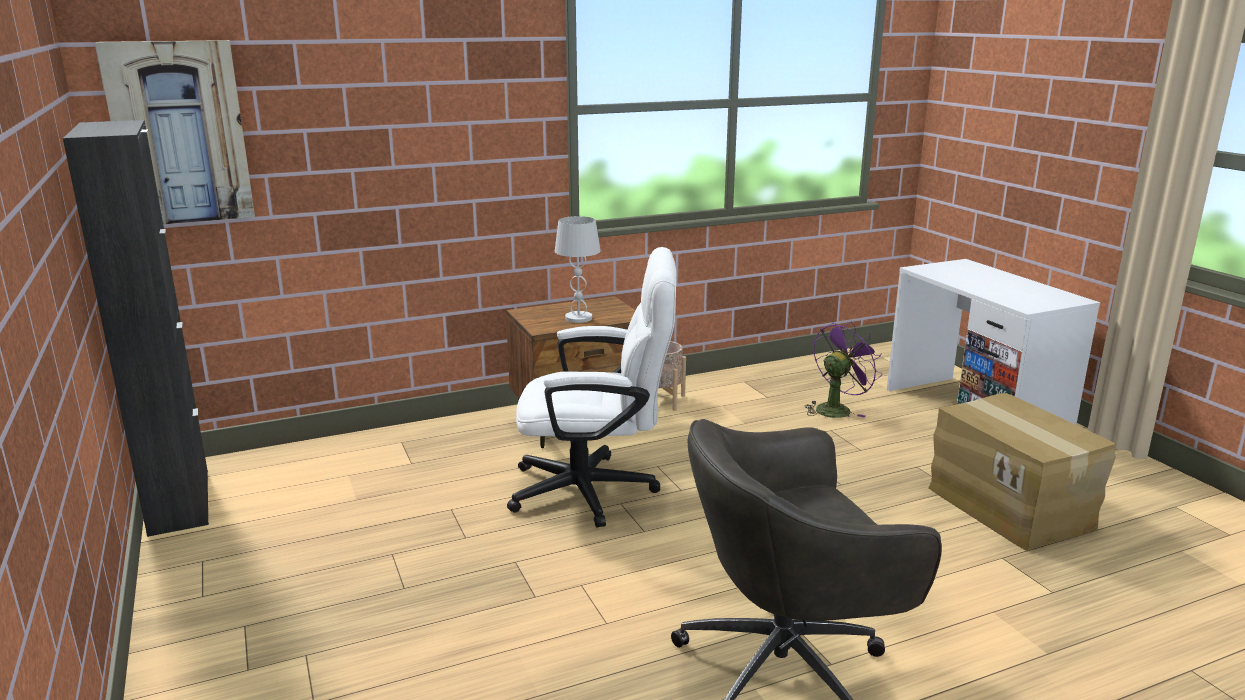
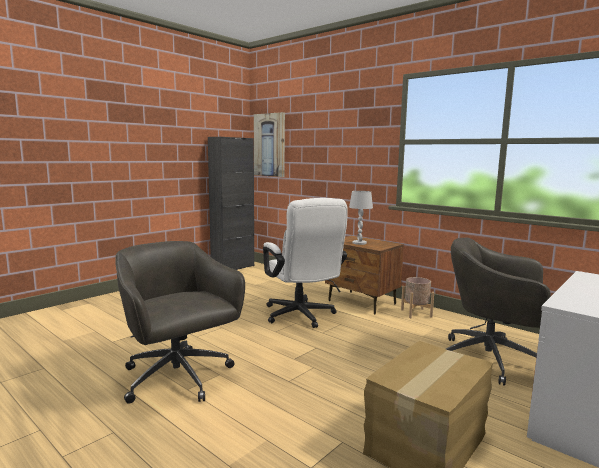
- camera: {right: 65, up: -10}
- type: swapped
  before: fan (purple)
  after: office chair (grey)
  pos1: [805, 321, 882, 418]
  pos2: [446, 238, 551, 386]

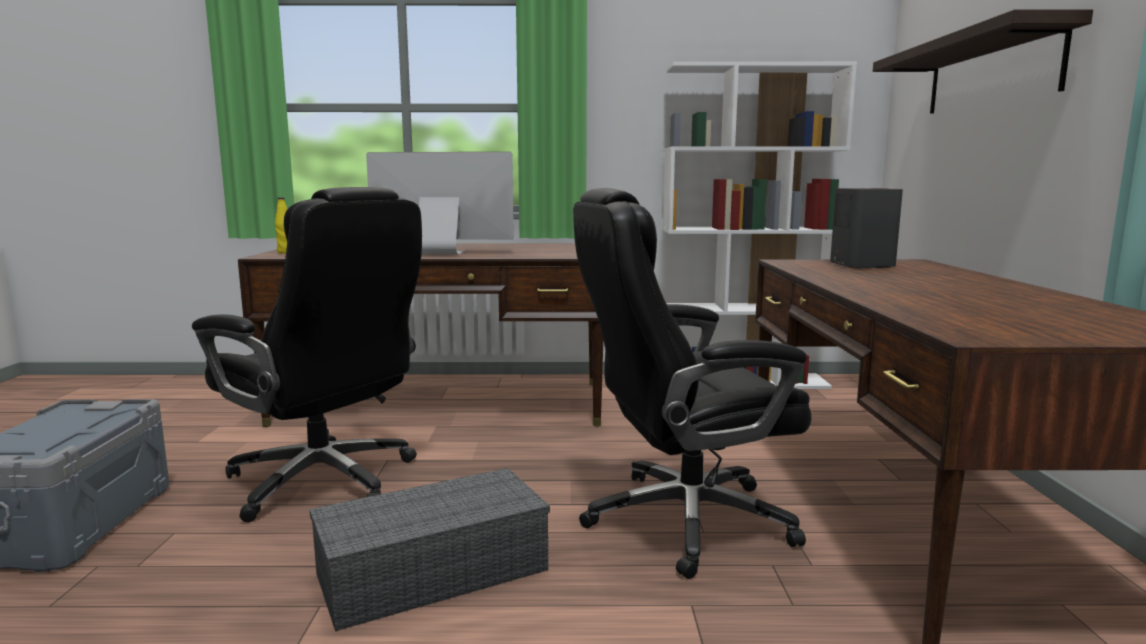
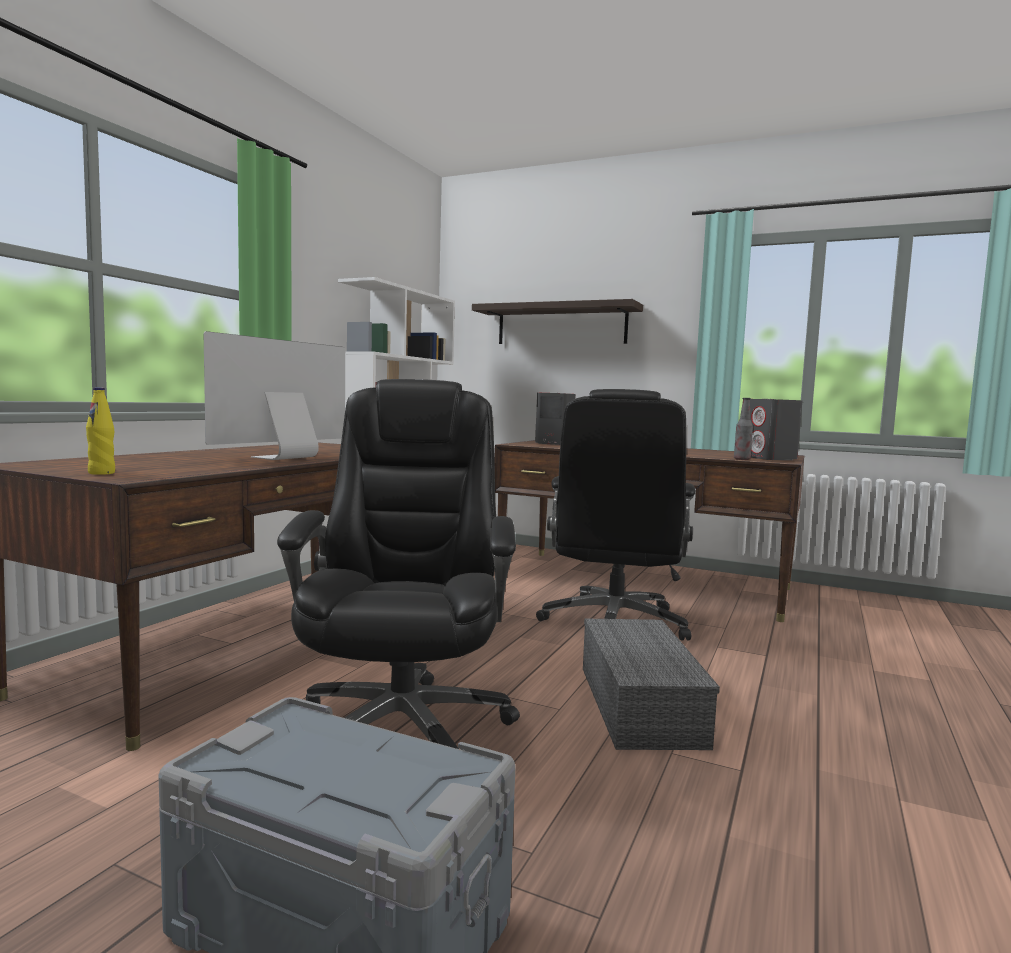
- camera: {right: -65, up: -5}
- type: rotated
  before: office chair (black)
  pos1: [192, 187, 422, 522]
  pos2: [277, 379, 520, 749]
  turn: -60
- type: new
  after: bottle
  pos2: [734, 398, 753, 460]
- type: new
  after: speaker (grey)
  pos2: [750, 399, 803, 460]

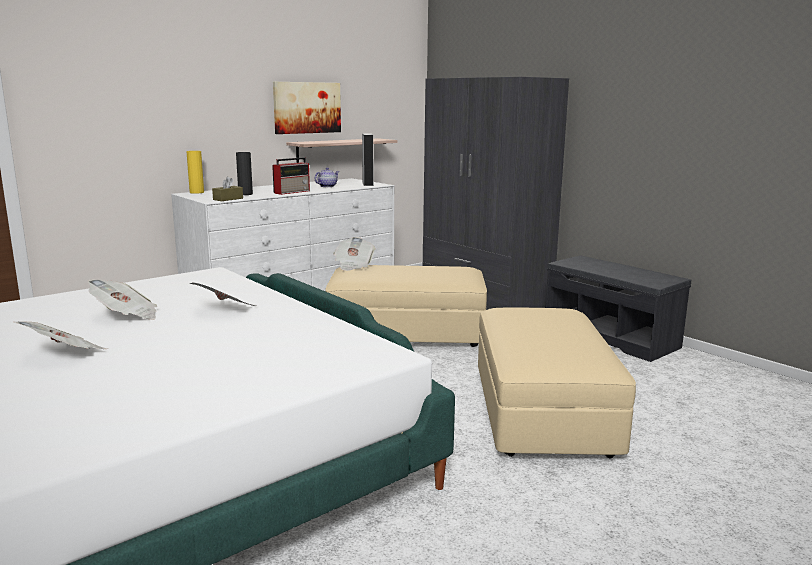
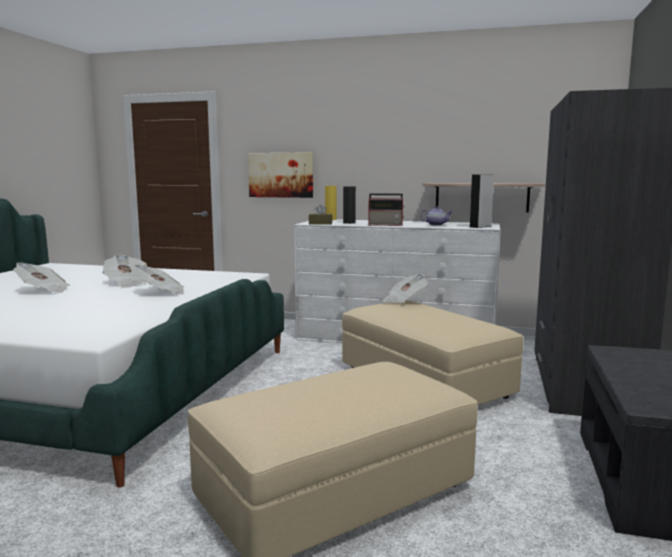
- camera: {right: 55, up: -5}
- type: shifted
  before: picture
  pos1: [273, 82, 341, 134]
  pos2: [248, 152, 313, 198]

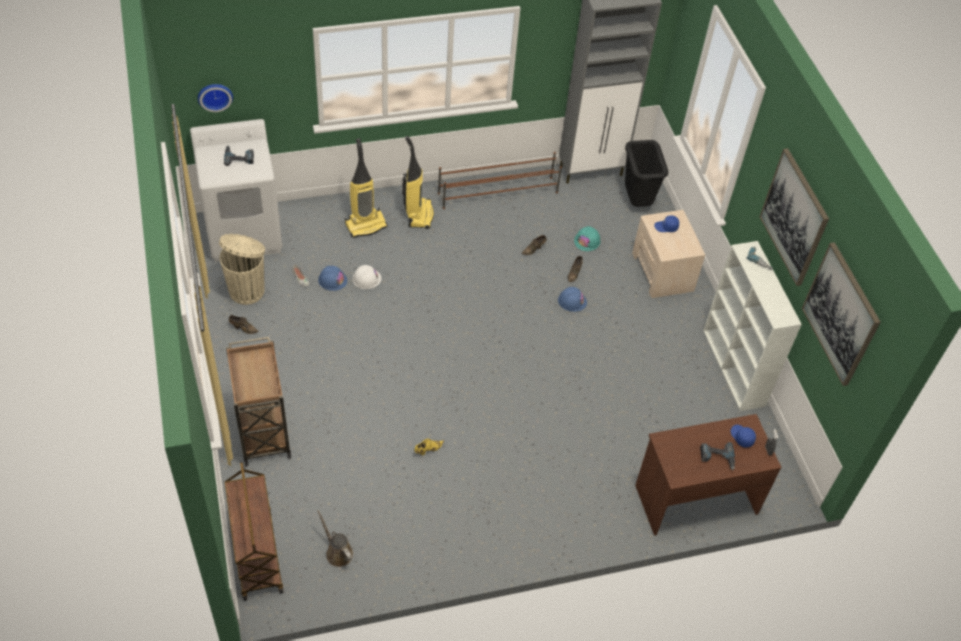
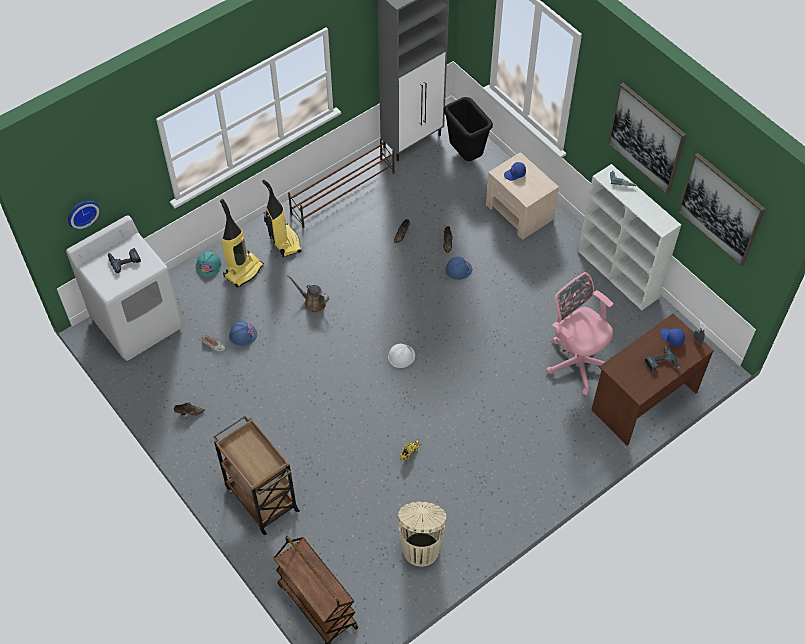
- camera: {right: -20, up: 5}
- type: shifted
  before: hard hat (turquoise)
  pos1: [574, 226, 600, 251]
  pos2: [196, 252, 221, 277]
- type: shifted
  before: watering can (brown)
  pos1: [317, 510, 353, 567]
  pos2: [288, 275, 329, 312]
- type: shifted
  before: hard hat (white)
  pos1: [353, 265, 382, 289]
  pos2: [388, 344, 415, 368]
- type: shifted
  before: trash can (beige)
  pos1: [219, 234, 265, 305]
  pos2: [398, 502, 446, 567]
- type: new
  after: office chair (pink)
  pos2: [546, 272, 614, 396]

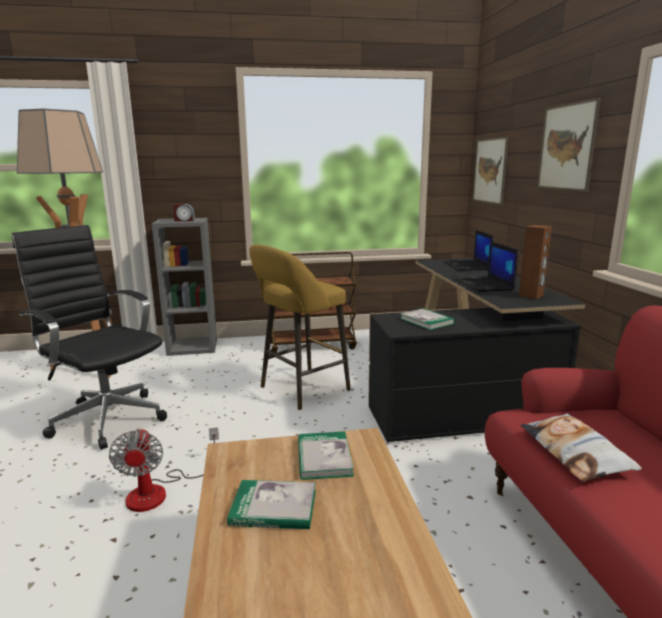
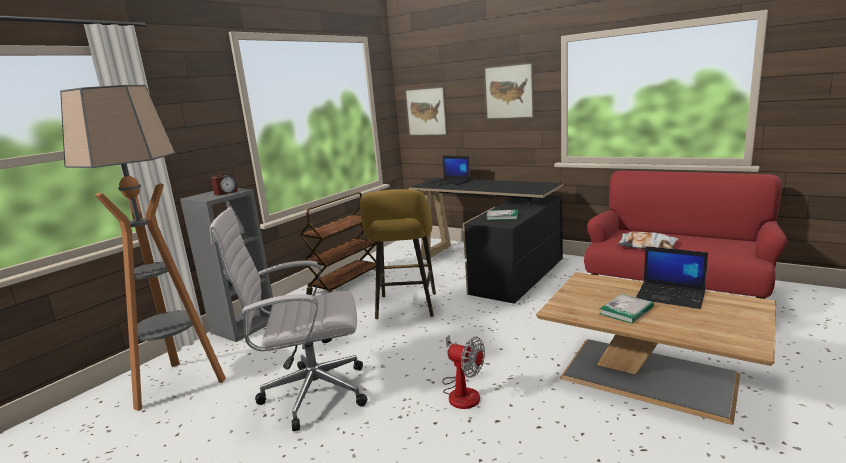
- camera: {right: -45, up: 0}
- type: repainted
  before: office chair (black)
  after: office chair (white)
  pos1: [12, 225, 167, 450]
  pos2: [210, 207, 367, 431]
- type: shifted
  before: laptop
  pos1: [454, 242, 518, 292]
  pos2: [636, 246, 708, 309]
- type: gone
  before: book
  pos1: [298, 432, 354, 480]
- type: gone
  before: speaker (brown)
  pos1: [519, 225, 552, 299]

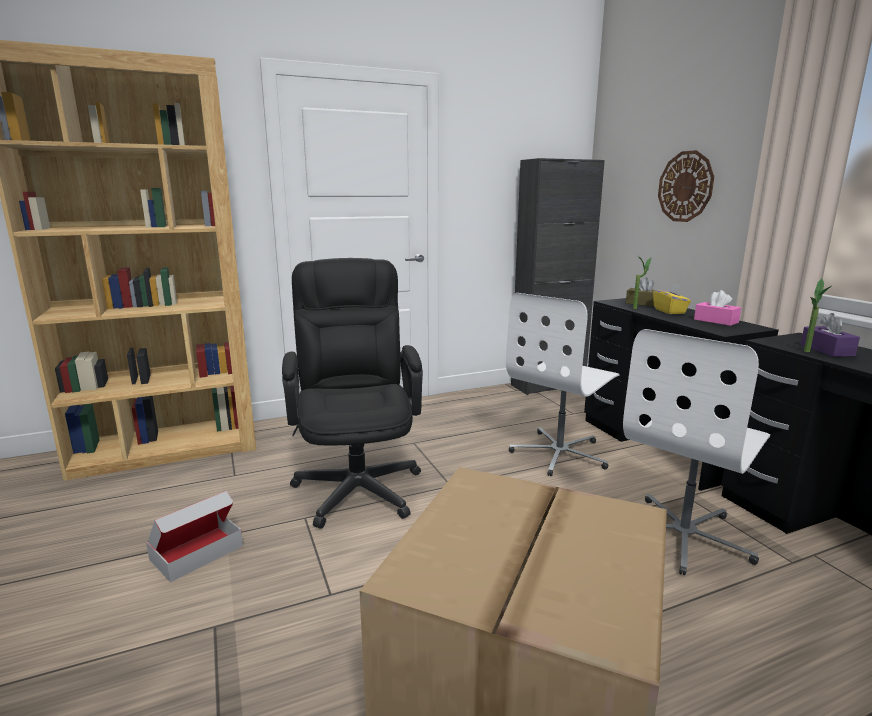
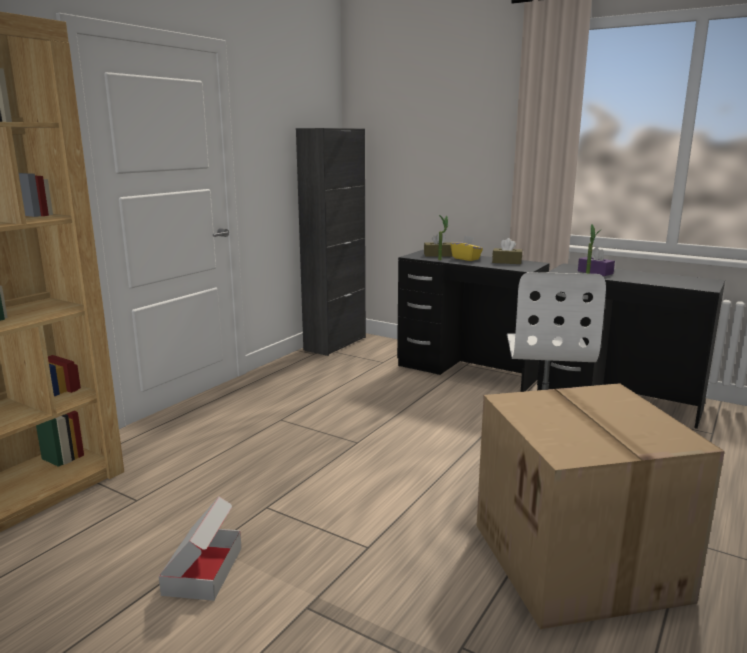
- camera: {right: -35, up: 0}
- type: repainted
  before: tissue box (pink)
  after: tissue box (brown)
  pos1: [694, 290, 741, 326]
  pos2: [492, 238, 522, 264]
- type: gone
  before: office chair (black)
  pos1: [282, 258, 423, 529]
- type: gone
  before: office chair (white)
  pos1: [506, 293, 620, 476]
- type: gone
  before: wall clock
  pos1: [658, 150, 714, 222]

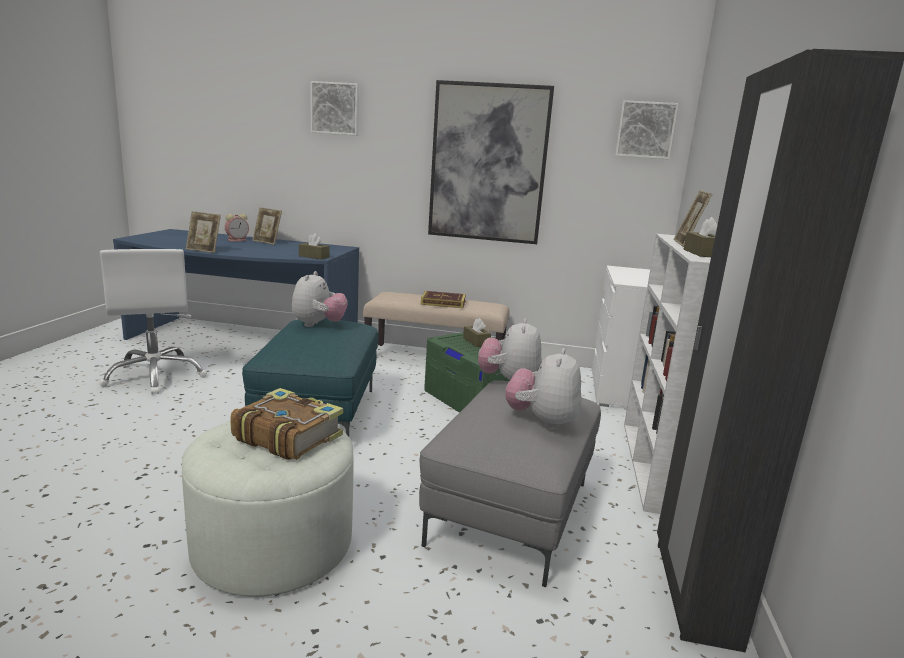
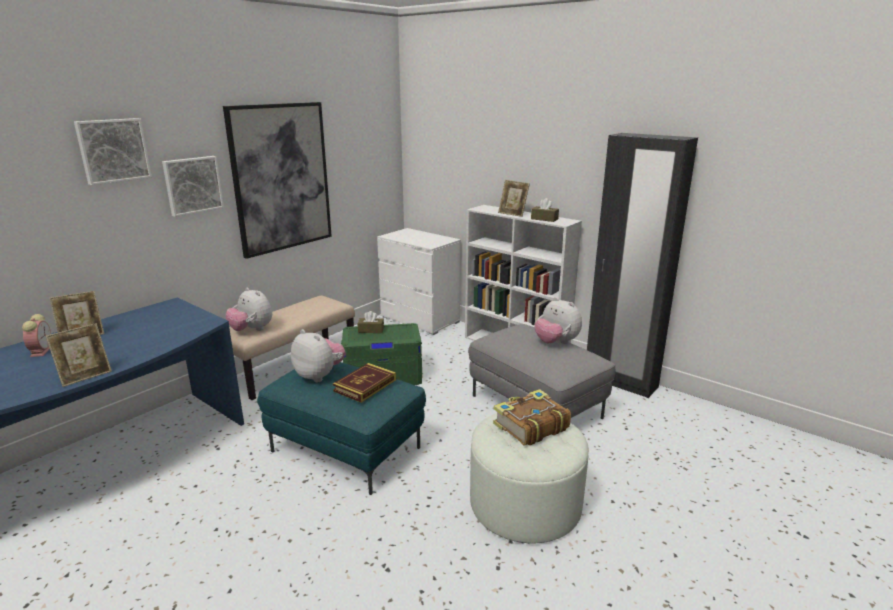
- camera: {right: -60, up: 5}
- type: shifted
  before: picture
  pos1: [615, 100, 679, 159]
  pos2: [162, 156, 224, 217]
- type: shifted
  before: plush toy
  pos1: [478, 318, 542, 380]
  pos2: [226, 288, 272, 331]
- type: shifted
  before: book
  pos1: [421, 291, 466, 308]
  pos2: [333, 363, 396, 403]
- type: gone
  before: office chair (white)
  pos1: [99, 249, 207, 394]
- type: gone
  before: tissue box (brown)
  pos1: [299, 234, 330, 259]

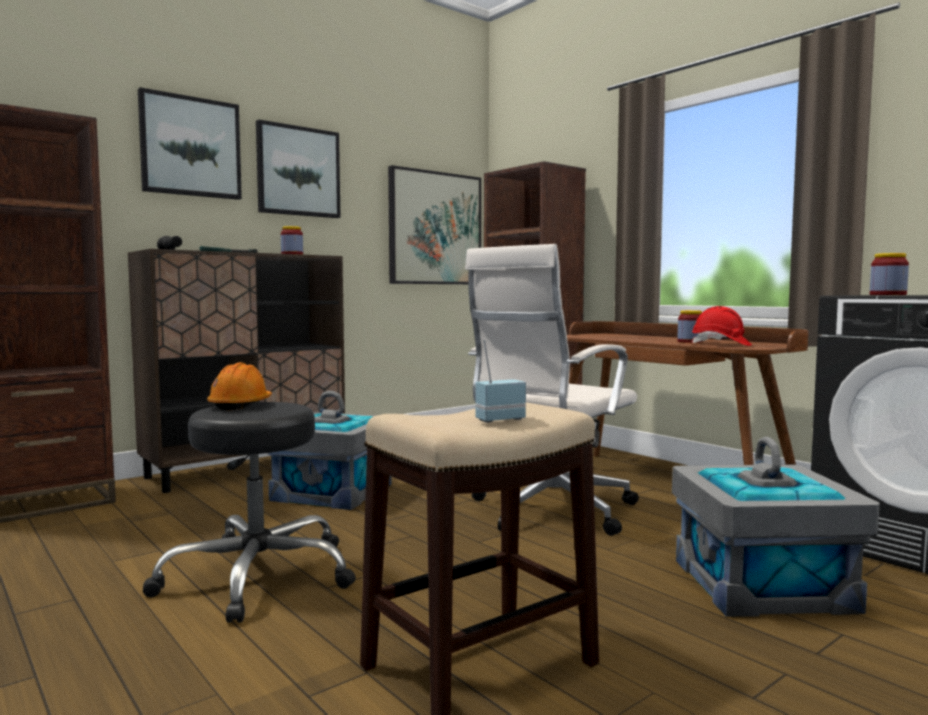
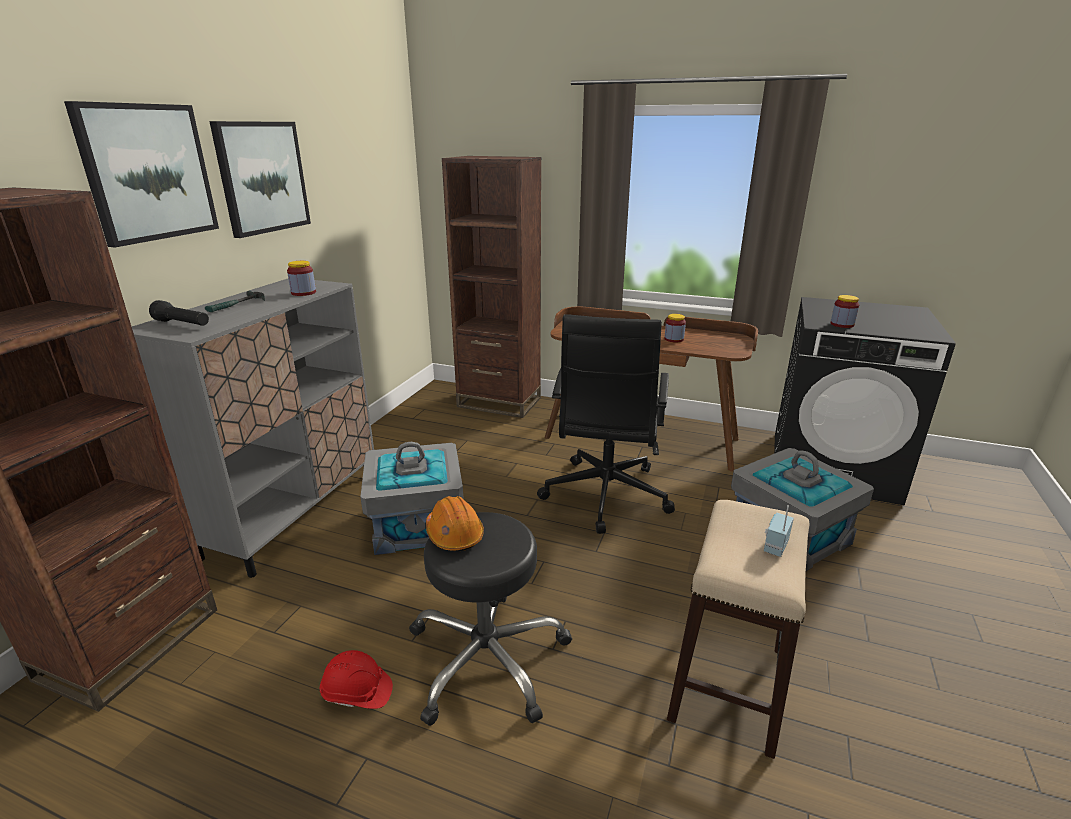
- camera: {right: -30, up: 20}
- type: repainted
  before: cabinet (brown)
  after: cabinet (grey)
  pos1: [128, 249, 345, 493]
  pos2: [132, 279, 374, 578]
- type: shifted
  before: hard hat (red)
  pos1: [692, 306, 752, 346]
  pos2: [320, 650, 393, 709]
- type: repainted
  before: office chair (white)
  after: office chair (black)
  pos1: [465, 244, 639, 536]
  pos2: [537, 314, 675, 534]
- type: gone
  before: picture
  pos1: [388, 165, 481, 284]

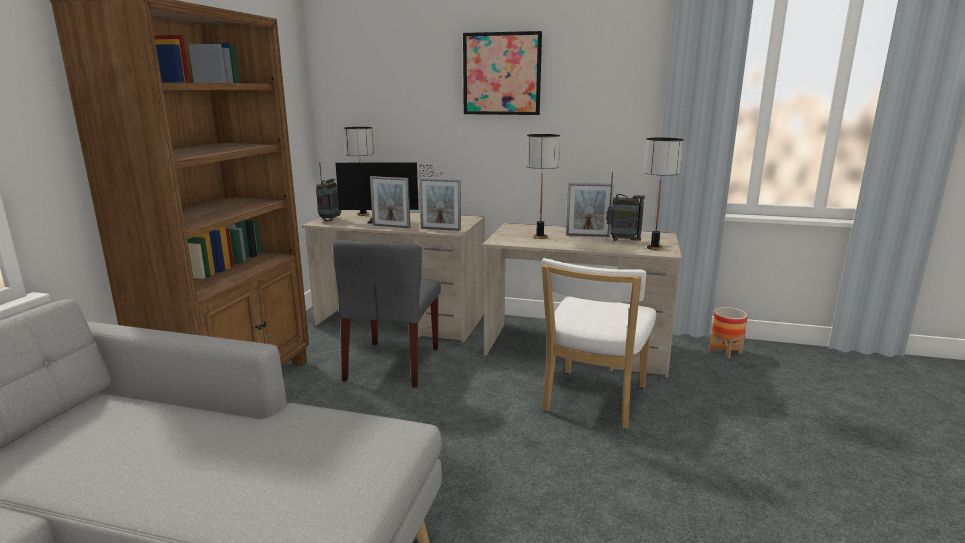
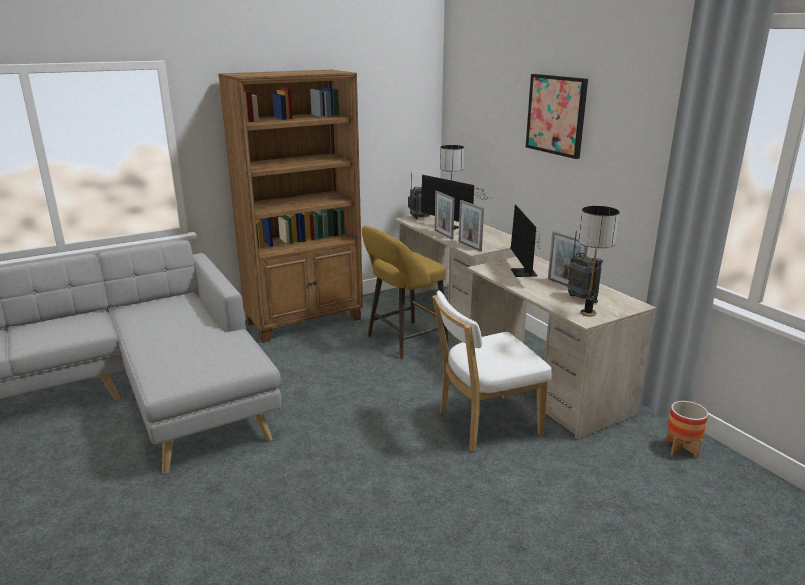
- camera: {right: 45, up: 5}
- type: swapped
  before: chair (grey)
  after: stool (yellow)
  pos1: [333, 240, 441, 388]
  pos2: [362, 226, 449, 359]
- type: swapped
  before: table lamp
  after: monitor
  pos1: [526, 134, 560, 239]
  pos2: [510, 204, 541, 277]

